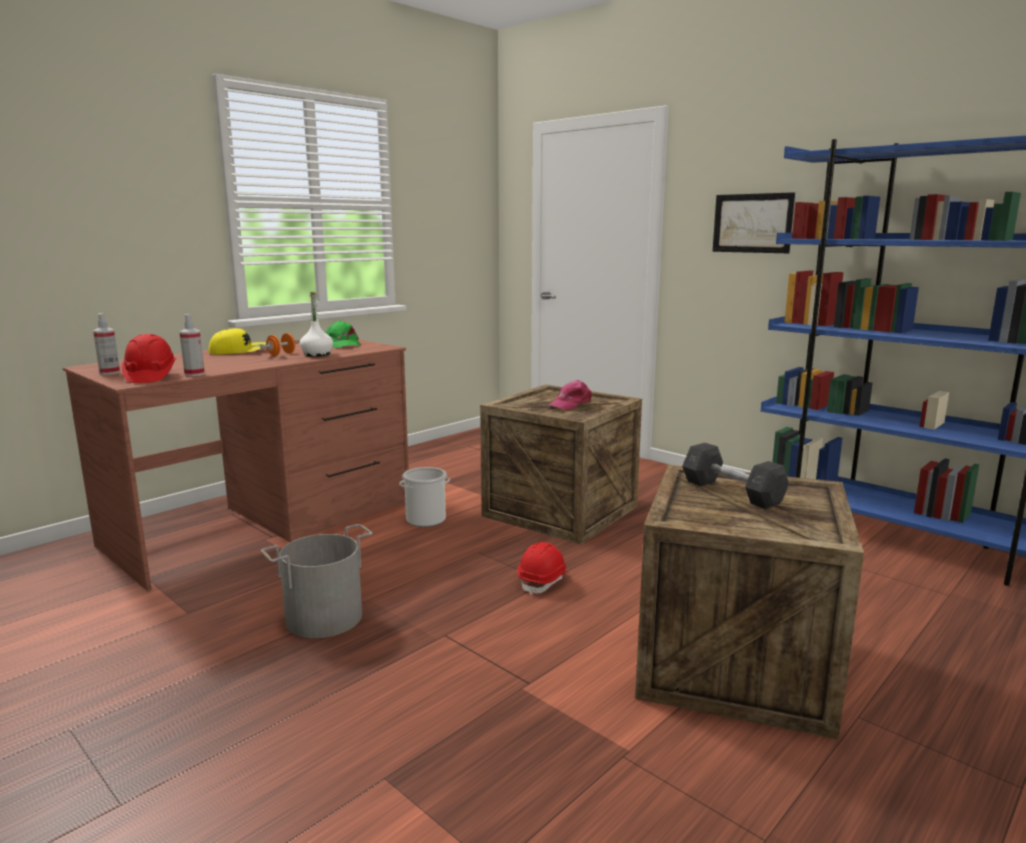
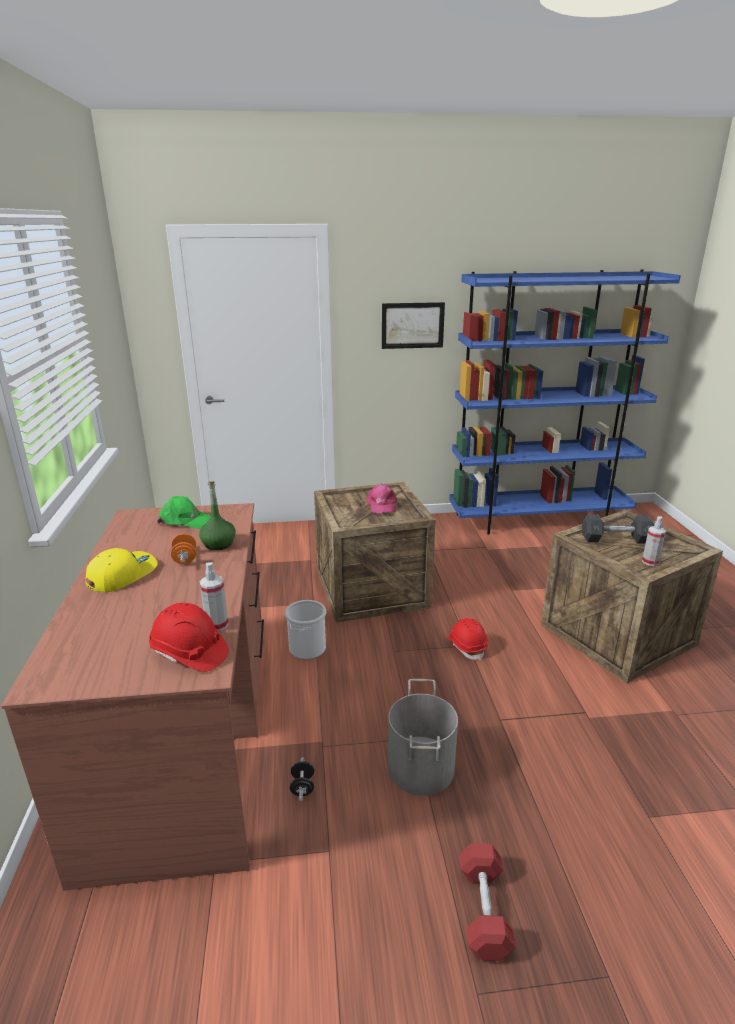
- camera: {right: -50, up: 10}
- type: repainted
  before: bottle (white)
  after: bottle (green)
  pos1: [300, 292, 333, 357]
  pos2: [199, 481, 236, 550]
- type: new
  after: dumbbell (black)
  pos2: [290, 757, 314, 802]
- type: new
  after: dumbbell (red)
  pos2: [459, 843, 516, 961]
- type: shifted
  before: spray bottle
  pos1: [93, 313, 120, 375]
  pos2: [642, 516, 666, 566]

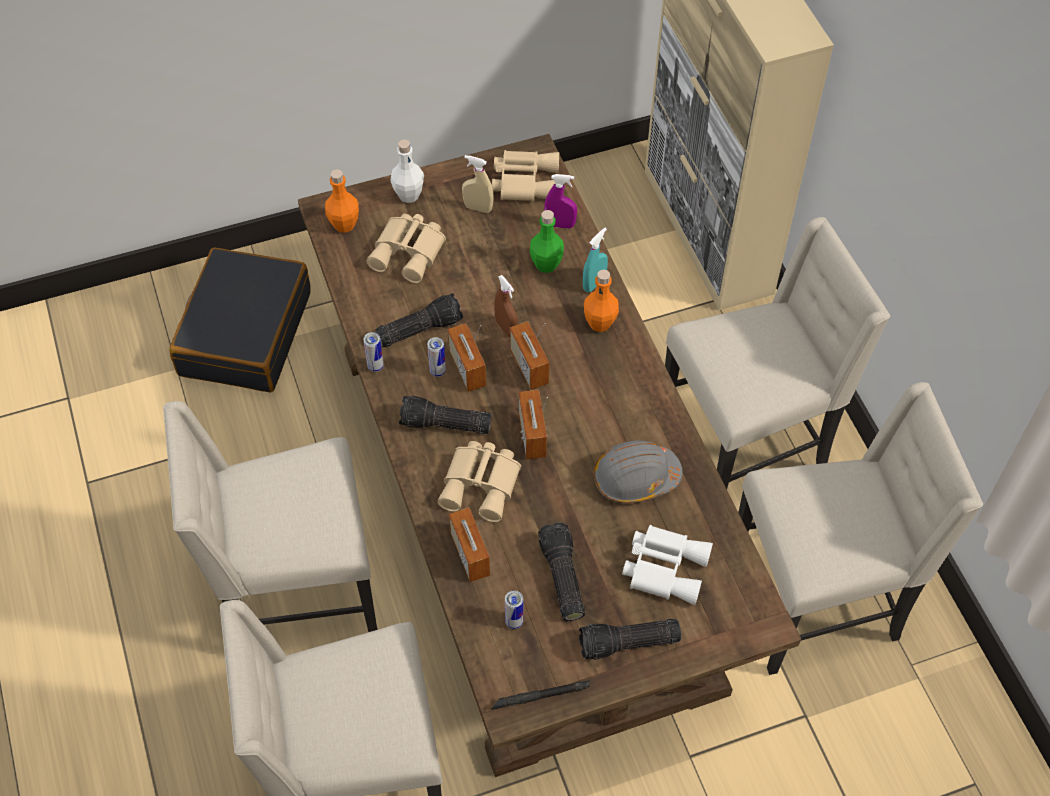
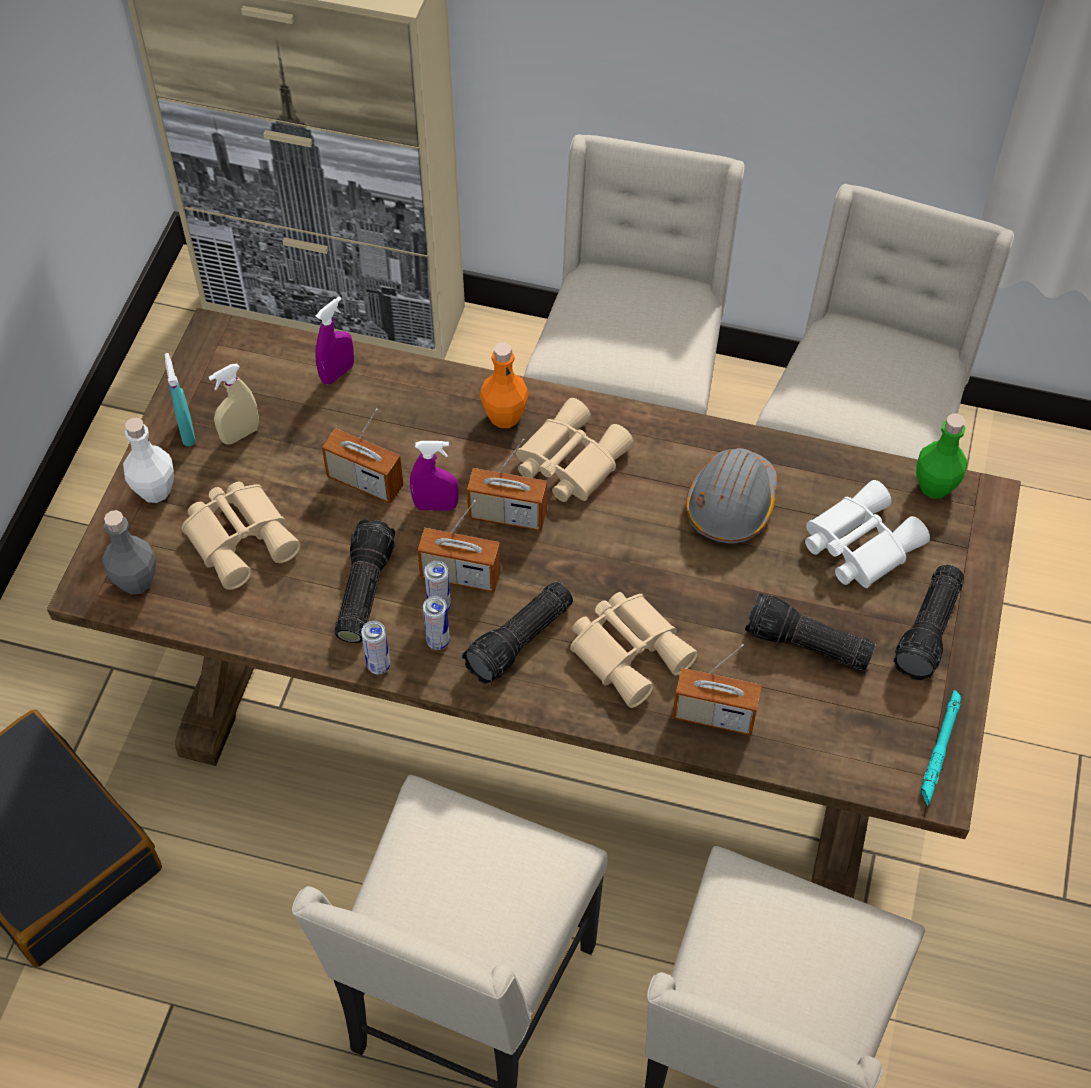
- camera: {right: -55, up: 0}
- type: repainted
  before: bottle (orange)
  after: bottle (grey)
  pos1: [325, 169, 359, 233]
  pos2: [102, 510, 156, 595]
- type: shifted
  before: spray bottle (turquoise)
  pos1: [583, 228, 608, 292]
  pos2: [165, 353, 196, 446]
- type: shifted
  before: radio
  pos1: [519, 390, 548, 459]
  pos2: [322, 408, 404, 504]
- type: repainted
  before: spray bottle (brown)
  after: spray bottle (purple)
  pos1: [494, 275, 518, 337]
  pos2: [410, 441, 459, 511]
- type: shifted
  before: can
  pos1: [505, 590, 523, 629]
  pos2: [423, 596, 450, 650]
- type: shifted
  before: binoculars (beige)
  pos1: [492, 150, 559, 202]
  pos2: [516, 398, 634, 502]
- type: shifted
  before: bottle (green)
  pos1: [530, 210, 564, 273]
  pos2: [916, 413, 967, 499]
- type: repainted
  before: flashlight (black)
  after: flashlight (turquoise)
  pos1: [491, 680, 590, 710]
  pos2: [921, 690, 961, 806]

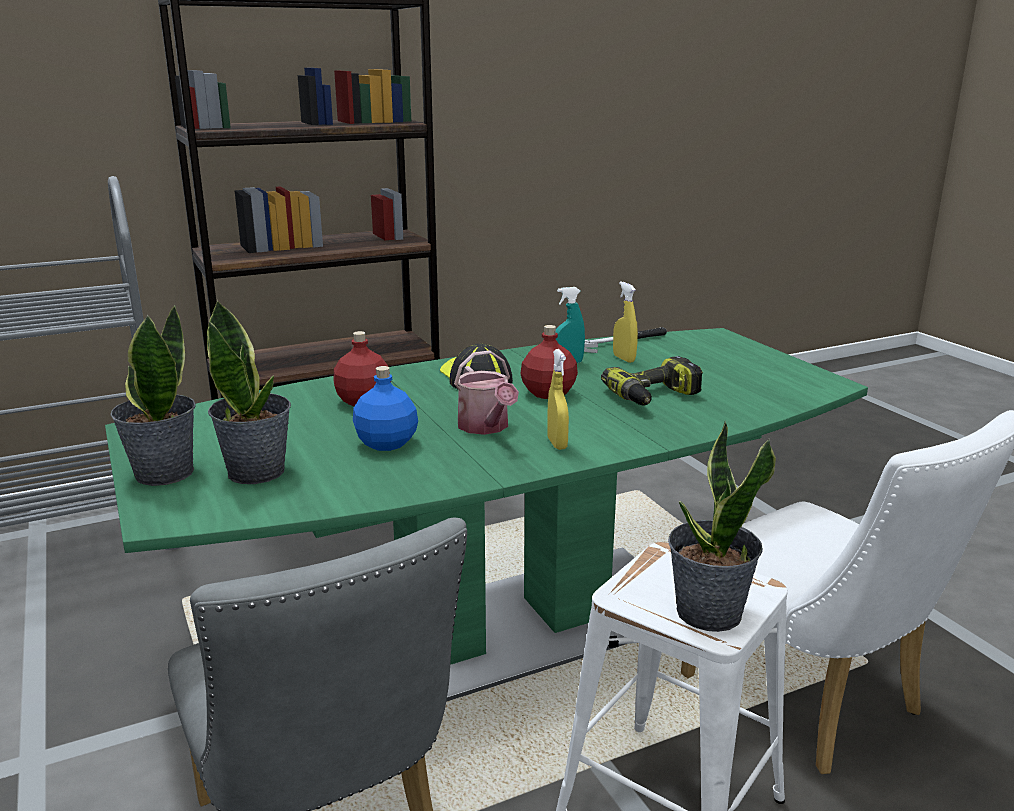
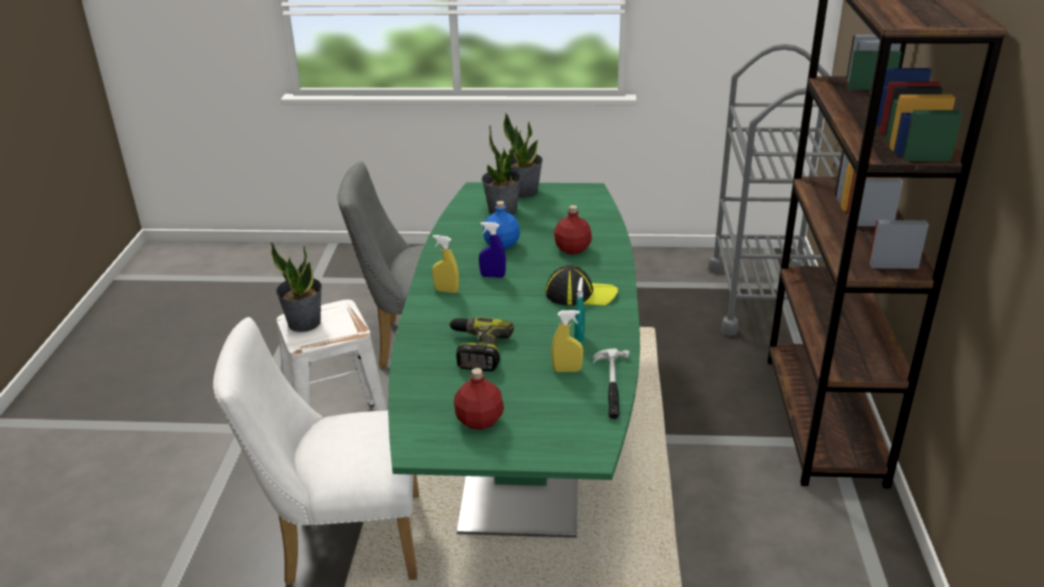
- camera: {right: 120, up: 10}
- type: shifted
  before: bottle (red)
  pos1: [520, 325, 578, 399]
  pos2: [454, 368, 504, 430]
- type: swapped
  before: watering can
  after: spray bottle (blue)
  pos1: [454, 350, 519, 435]
  pos2: [479, 222, 506, 278]

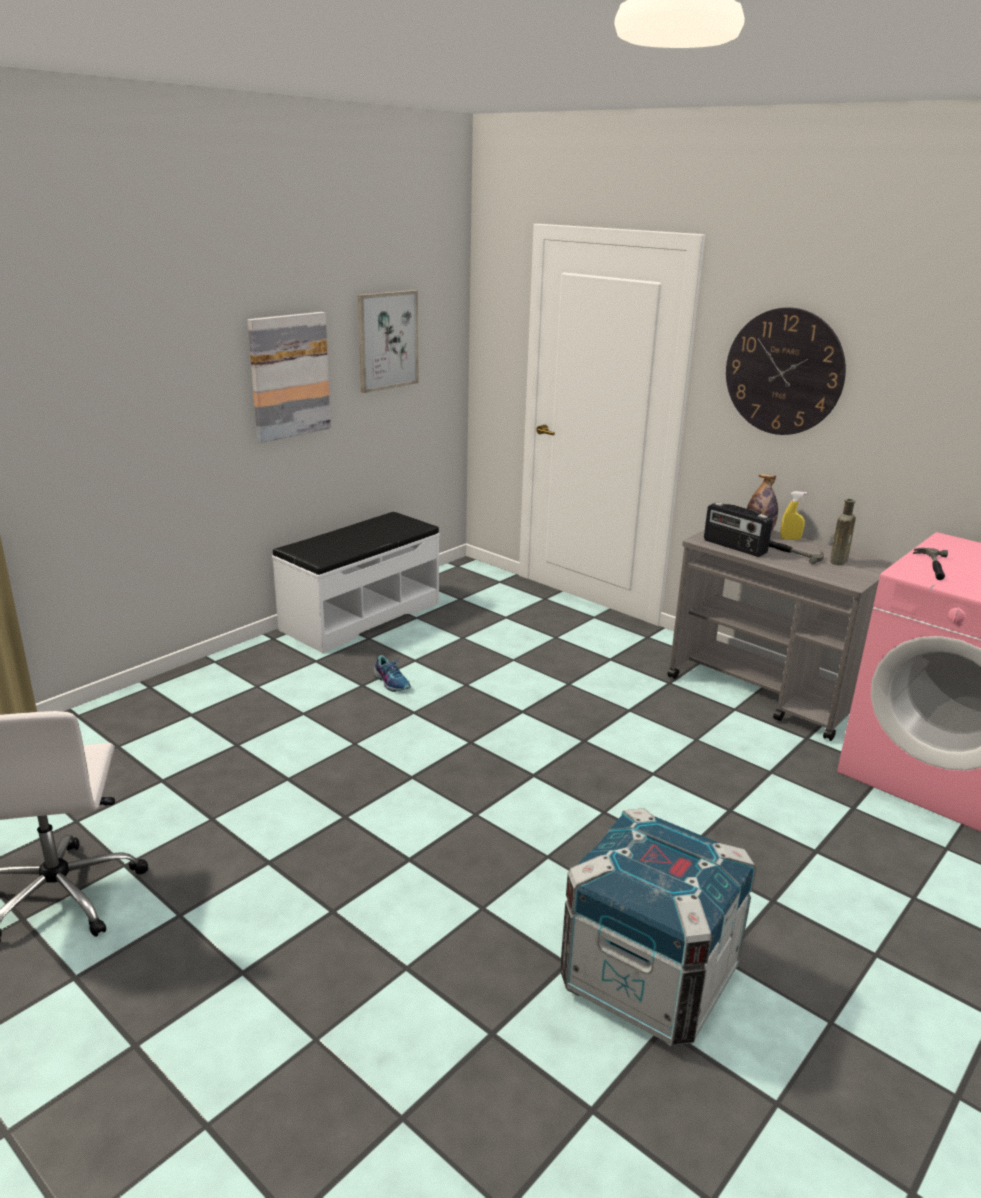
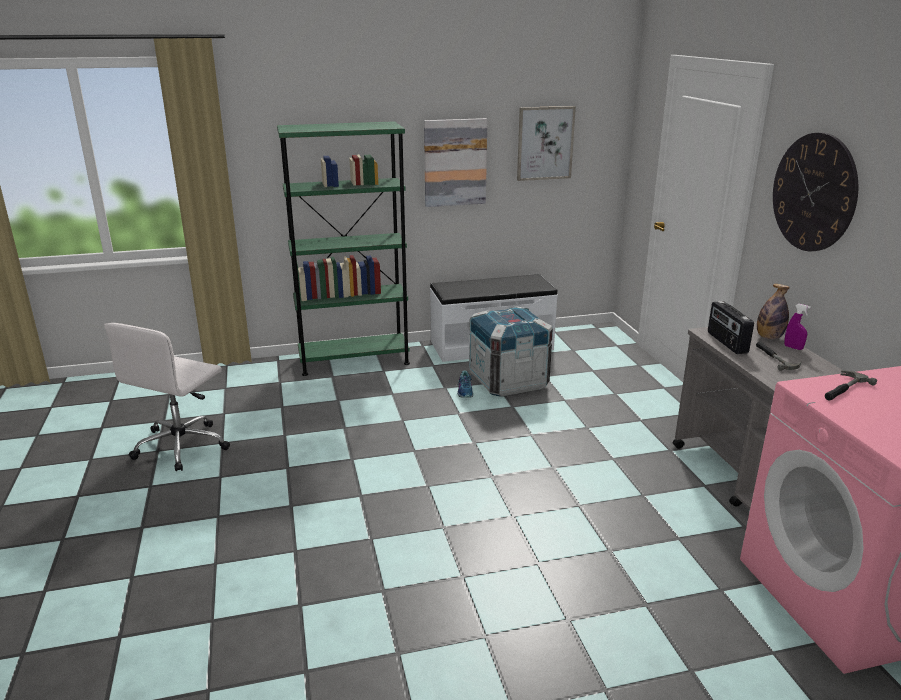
- camera: {right: 35, up: 0}
- type: new
  after: bookcase (green)
  pos2: [277, 121, 410, 376]
- type: shifted
  before: crate
  pos1: [560, 808, 756, 1046]
  pos2: [469, 306, 553, 397]
- type: repainted
  before: spray bottle (yellow)
  after: spray bottle (purple)
  pos1: [780, 491, 807, 540]
  pos2: [784, 304, 811, 350]
- type: gone
  before: bottle (brown)
  pos1: [830, 499, 856, 565]

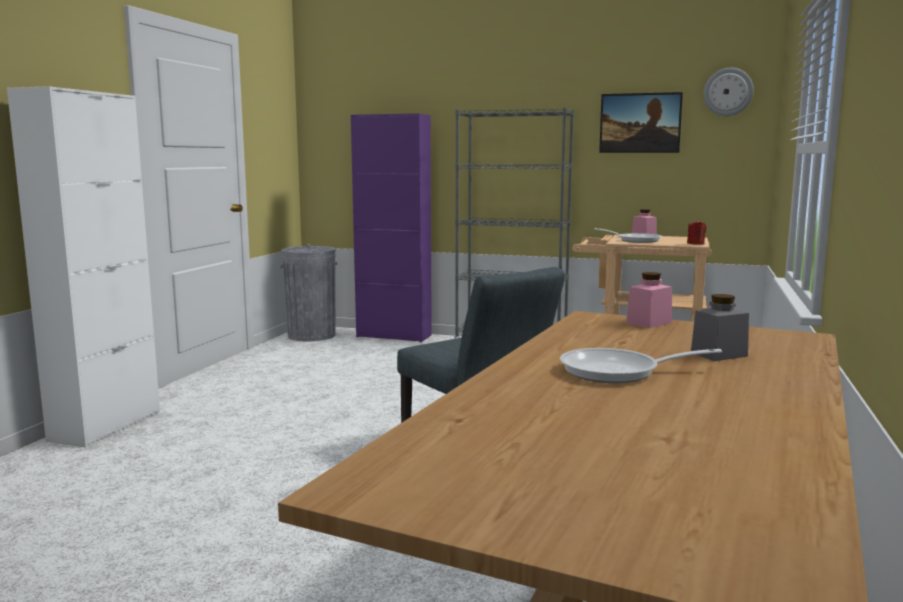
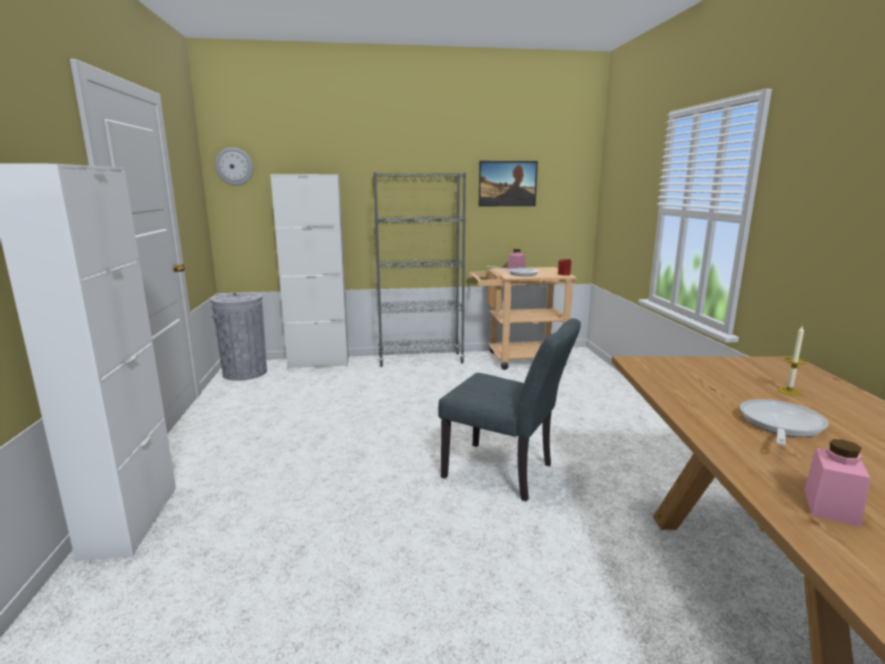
- camera: {right: -25, up: 5}
- type: shifted
  before: wall clock
  pos1: [704, 68, 754, 116]
  pos2: [215, 147, 253, 186]
- type: repainted
  before: cabinet (purple)
  after: cabinet (white)
  pos1: [351, 113, 432, 342]
  pos2: [270, 174, 349, 369]
- type: rotated
  before: frying pan
  pos1: [560, 348, 722, 383]
  pos2: [740, 399, 829, 445]
  turn: 150
- type: swapped
  before: jar (grey)
  after: candle
  pos1: [691, 294, 749, 361]
  pos2: [777, 326, 806, 396]
- type: shifted
  before: jar (pink)
  pos1: [626, 272, 672, 328]
  pos2: [804, 439, 870, 527]

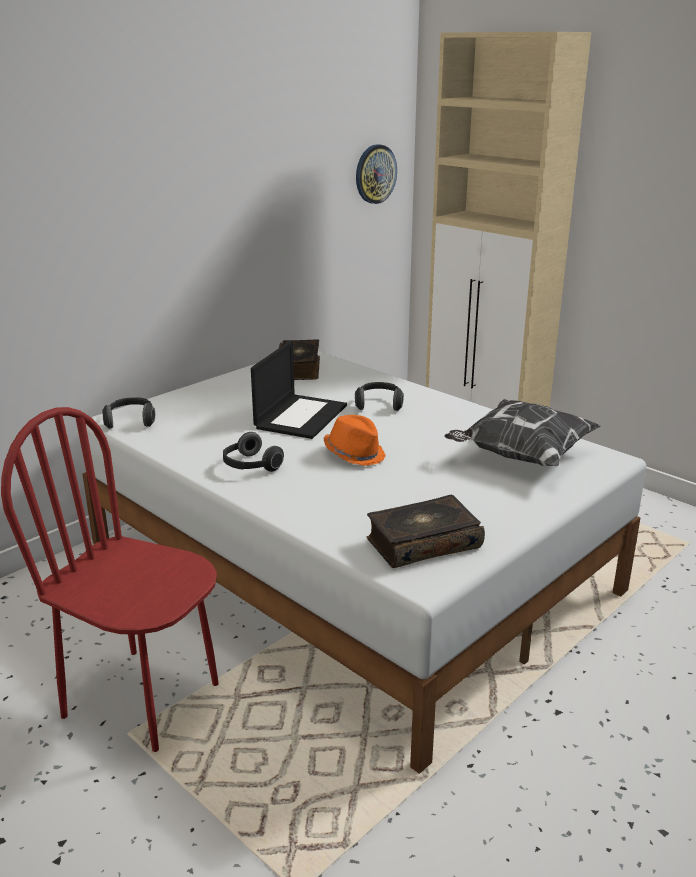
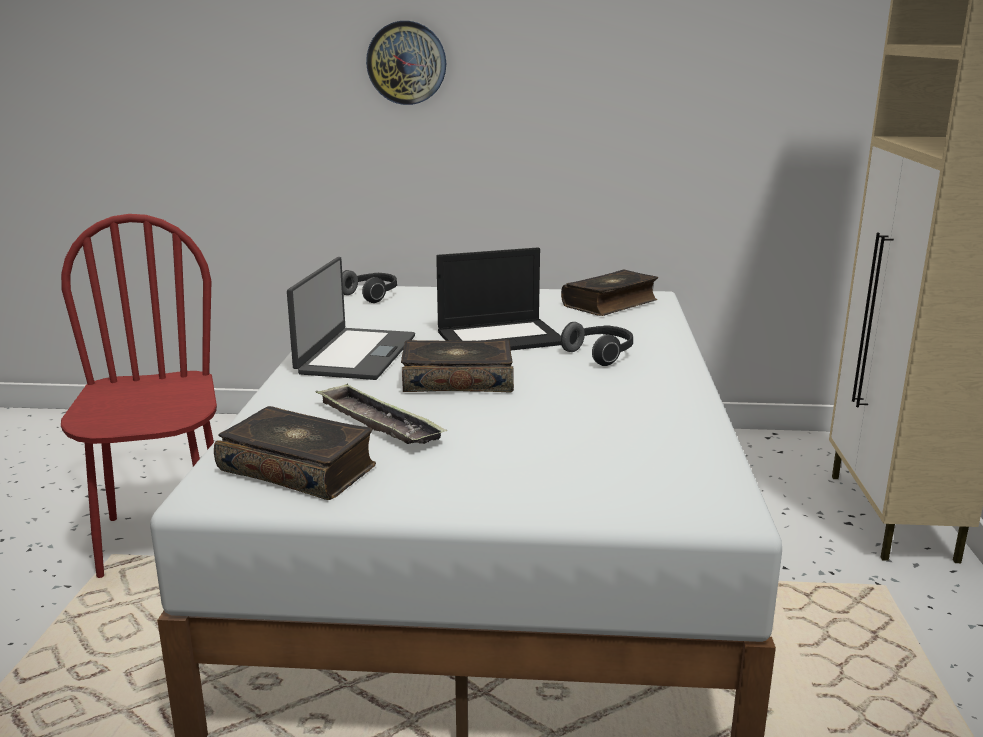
- camera: {right: 50, up: -5}
- type: swapped
  before: headphones
  after: laptop
  pos1: [223, 432, 284, 472]
  pos2: [287, 257, 415, 380]
- type: new
  after: tray
  pos2: [316, 383, 447, 444]
- type: shifted
  before: wall clock
  pos1: [356, 144, 397, 204]
  pos2: [366, 21, 446, 105]
- type: swapped
  before: hat (orange)
  after: book
  pos1: [324, 415, 386, 466]
  pos2: [401, 339, 514, 392]
- type: gone
  before: pillow
  pos1: [444, 399, 601, 466]

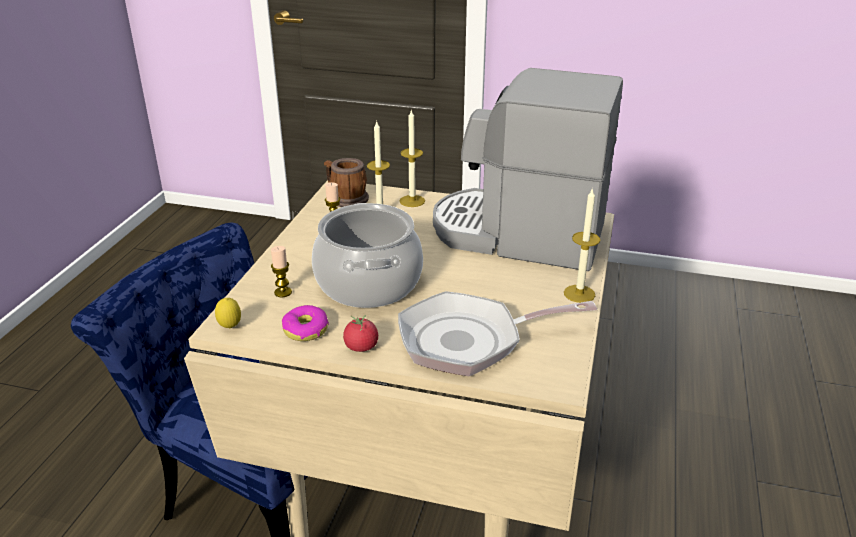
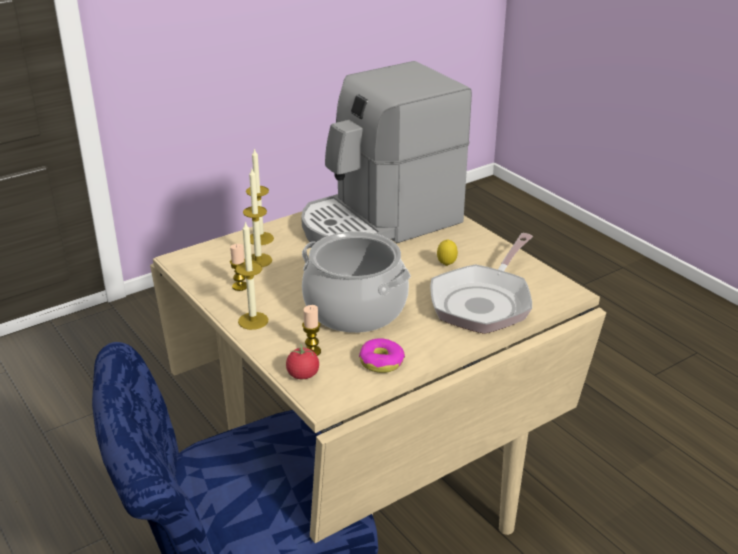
- camera: {right: -50, up: 0}
- type: shifted
  before: candle
  pos1: [564, 188, 600, 303]
  pos2: [236, 221, 268, 330]
- type: shifted
  before: tomato
  pos1: [343, 315, 378, 352]
  pos2: [286, 344, 319, 379]
- type: shifted
  before: lemon
  pos1: [215, 298, 241, 328]
  pos2: [437, 239, 458, 266]
- type: gone
  before: mug
  pos1: [324, 158, 369, 207]

